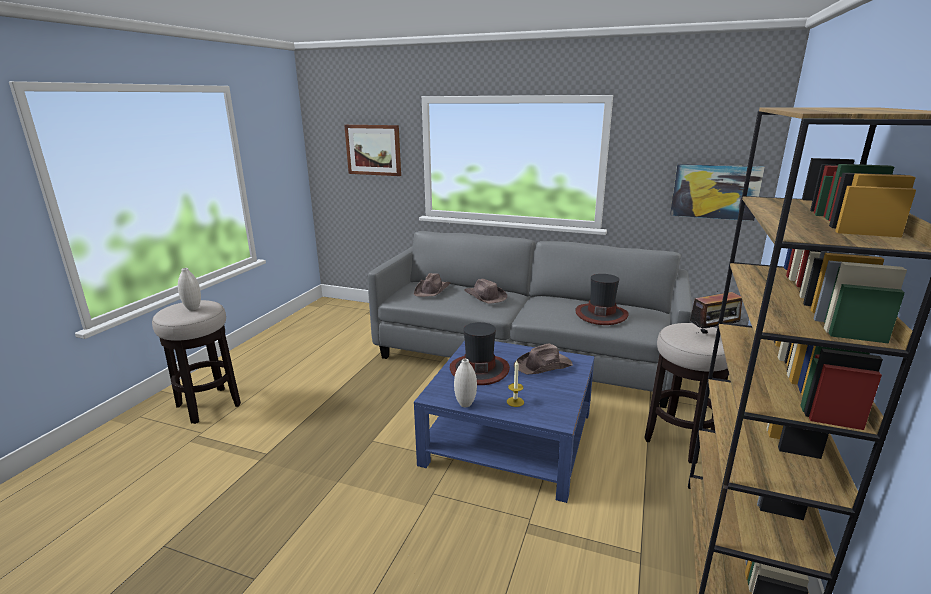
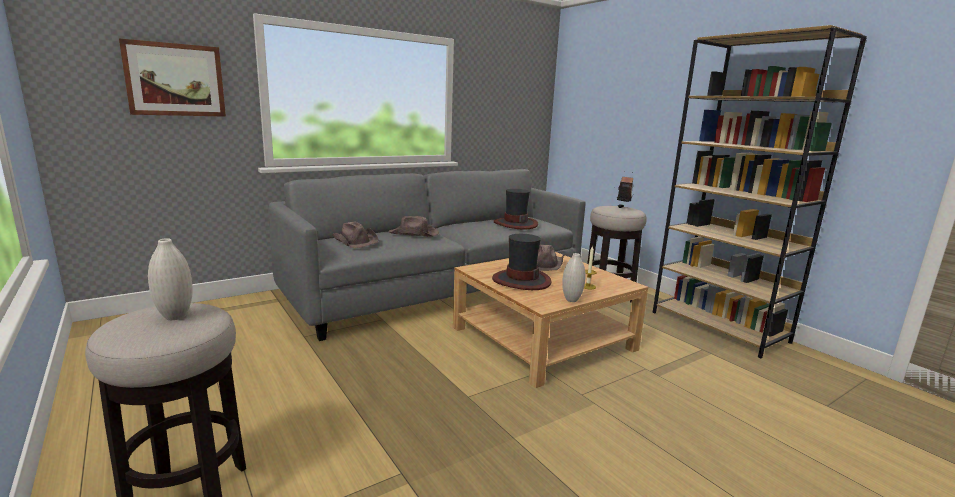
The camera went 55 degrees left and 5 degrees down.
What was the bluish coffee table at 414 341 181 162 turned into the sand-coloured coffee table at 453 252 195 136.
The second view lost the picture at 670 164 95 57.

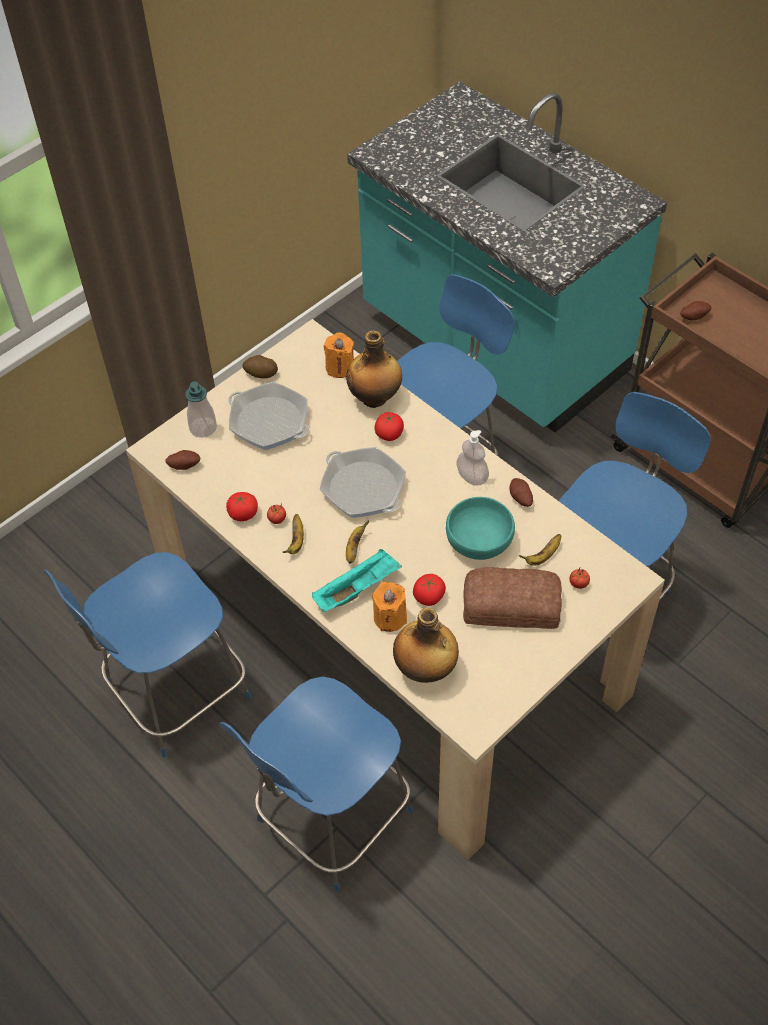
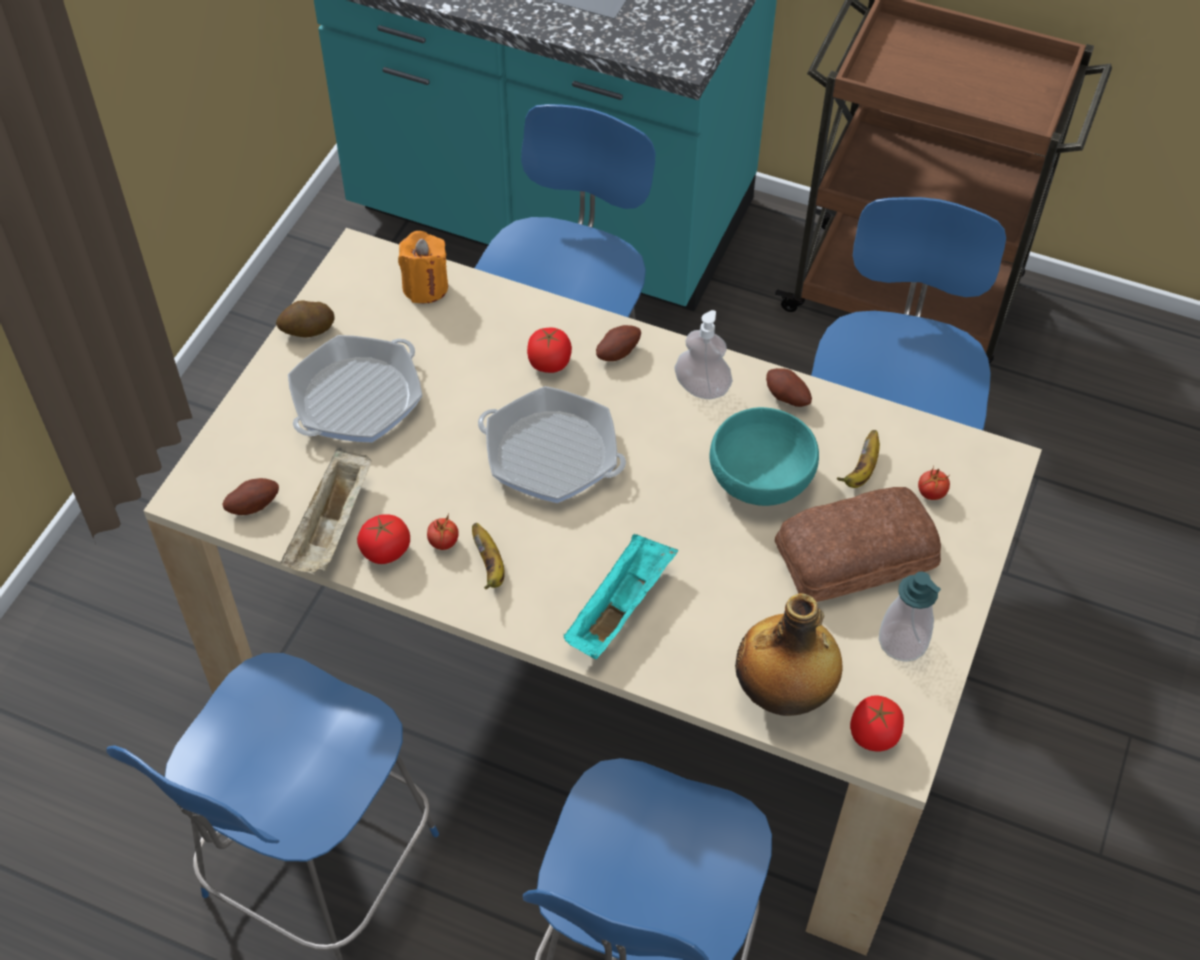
The camera went 25 degrees left and 0 degrees up.
The soap dispenser ended up elsewhere, having gone from 185 381 32 57 to 879 571 62 91.
The skillet at 228 382 81 68 ended up facing another way, 60 degrees counterclockwise from before.
The second view lost the beverage bottle at 346 331 56 77.
The second view lost the banana fruit at 346 520 23 44.
The second view lost the orange-coloured wax candle at 372 582 35 50.
The tomato ended up elsewhere, having gone from 413 574 33 32 to 850 695 54 56.
The whole potato ended up elsewhere, having gone from 681 301 31 19 to 596 325 45 36.
The second view gained the sand-coloured serving tray at 281 448 90 124.

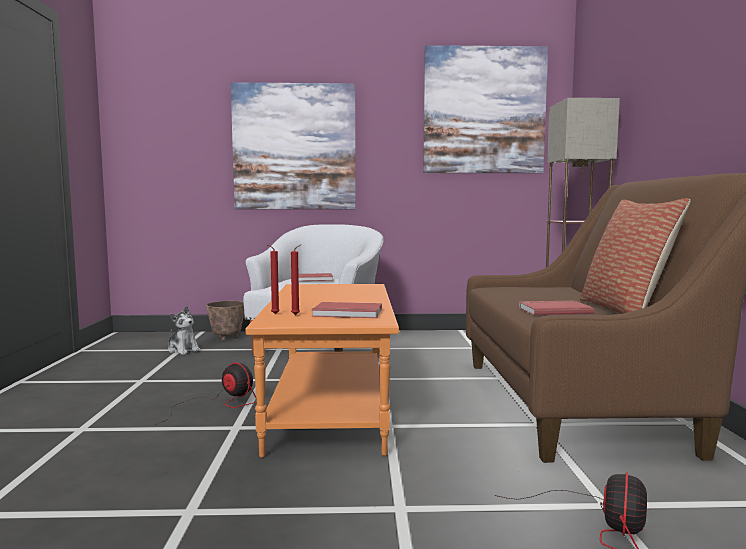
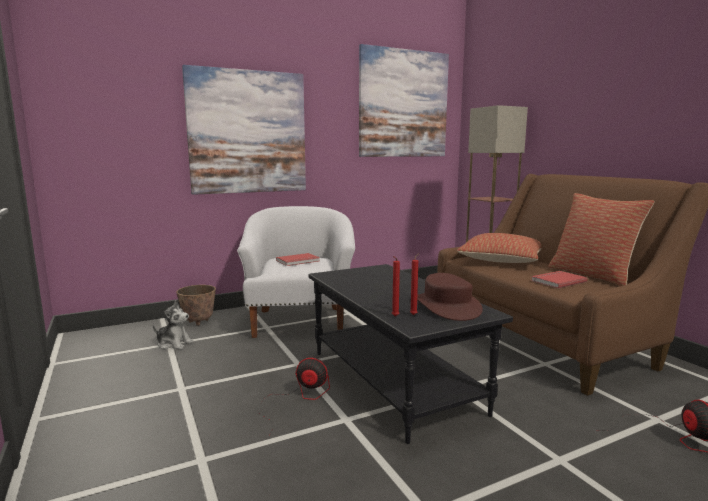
The camera went 25 degrees left and 5 degrees up.
What was the orange-coloured coffee table at 246 284 153 174 turned into the black coffee table at 309 264 204 180.
Where the reddish book stood at 312 302 70 16, the brownish hat came to stand at 417 273 66 48.
The second view gained the throw pillow at 457 233 85 30.

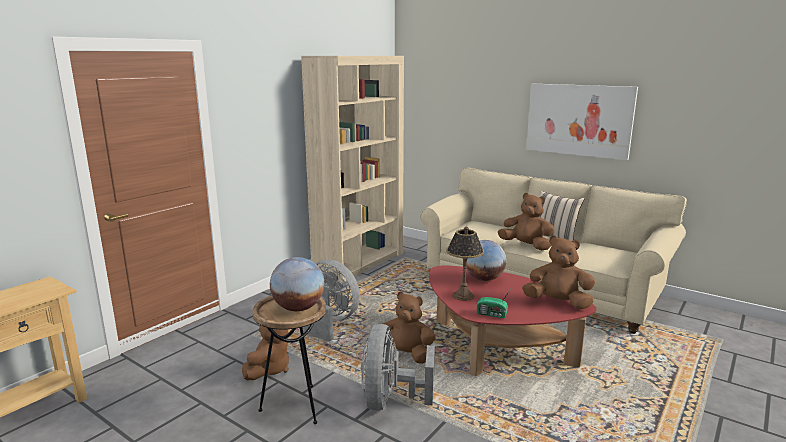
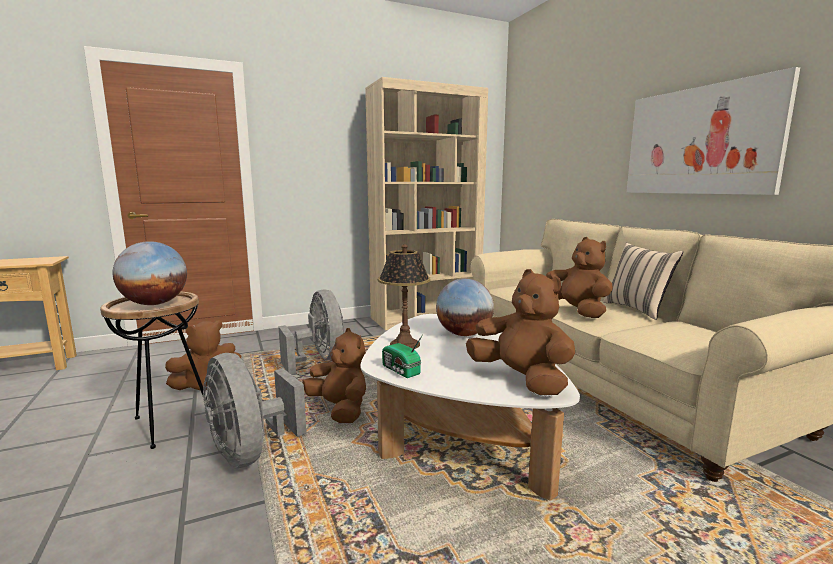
The camera went 30 degrees right and 5 degrees down.
The grey fan at 361 324 74 87 ended up facing another way, 75 degrees counterclockwise from before.
What was the reddish coffee table at 429 265 167 111 turned into the whitish coffee table at 360 314 220 187.

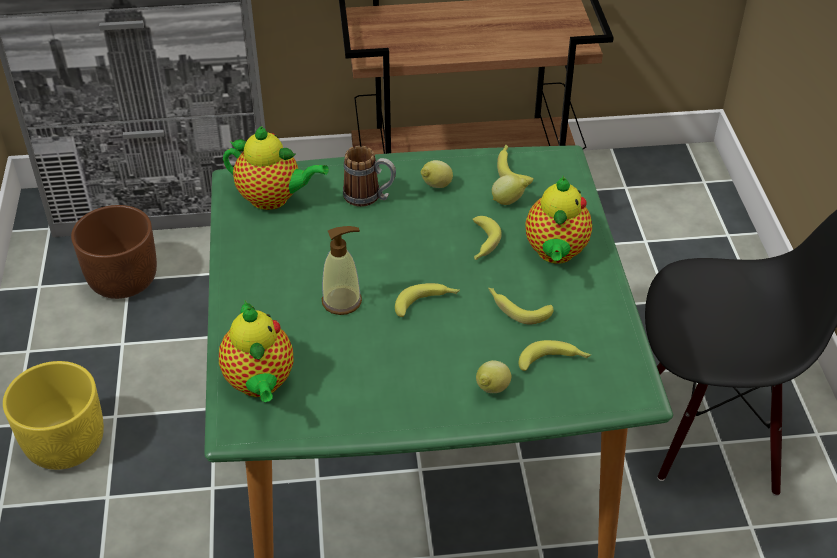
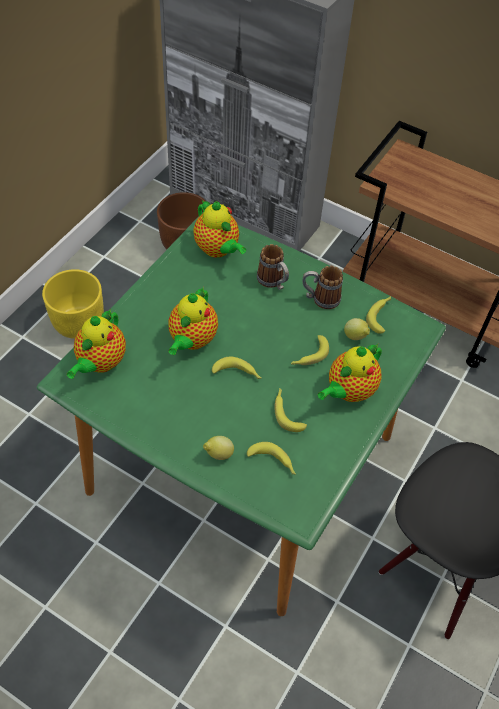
The camera went 35 degrees right and 10 degrees up.
Where the soap dispenser stood at 322 226 40 89, the pot for tea came to stand at 168 287 50 68.
Where the whole lemon stood at 421 160 32 28, the mug came to stand at 303 266 40 43.

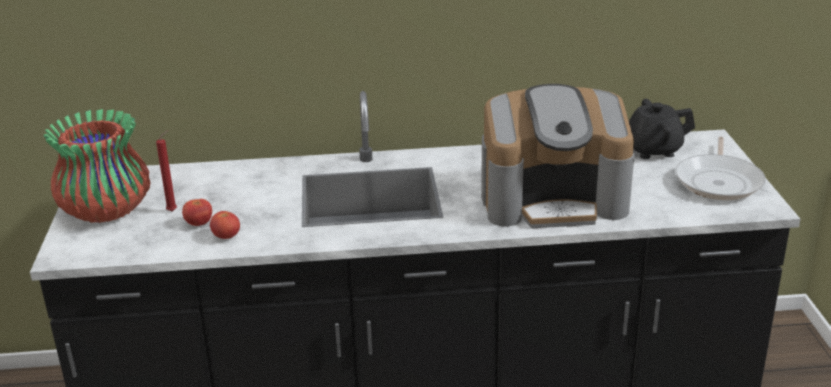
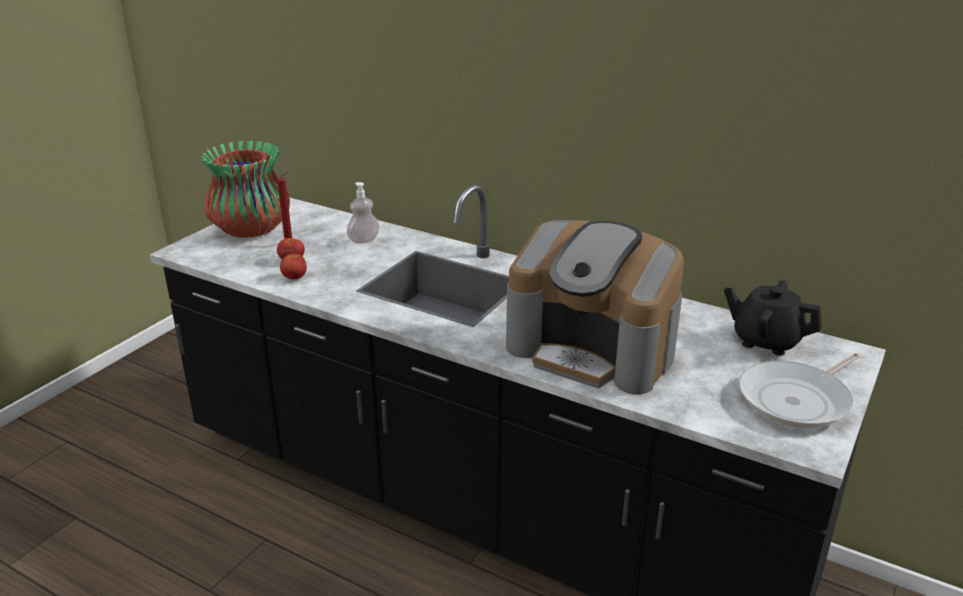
The camera went 35 degrees right and 0 degrees up.
The second view gained the soap dispenser at 347 182 33 62.

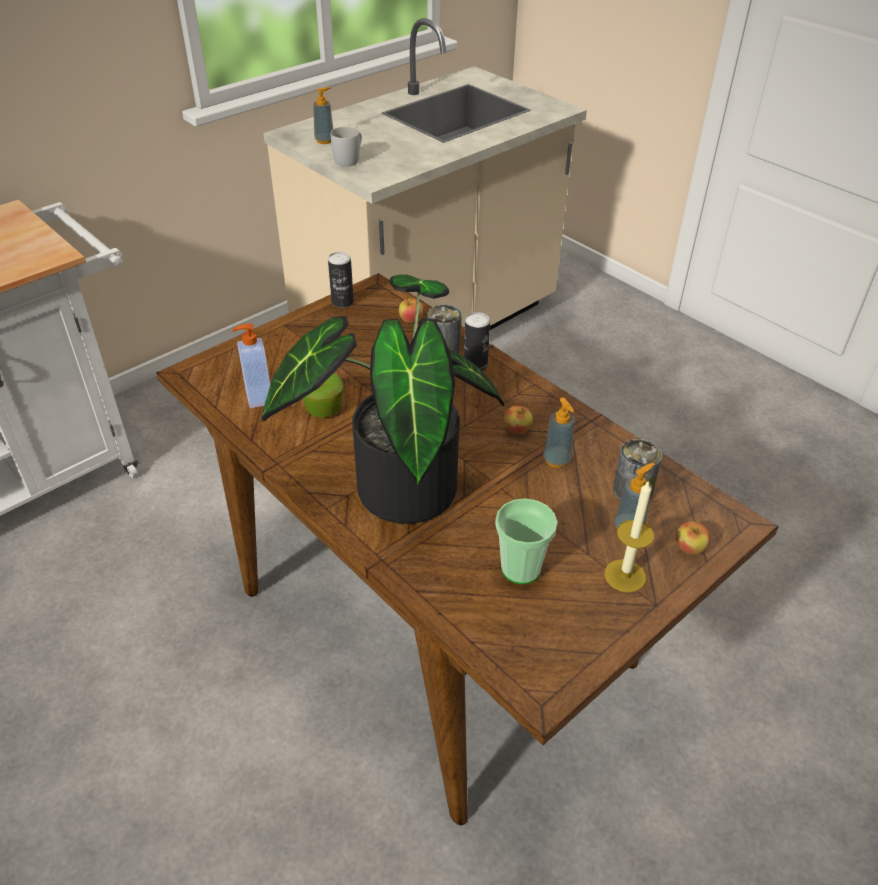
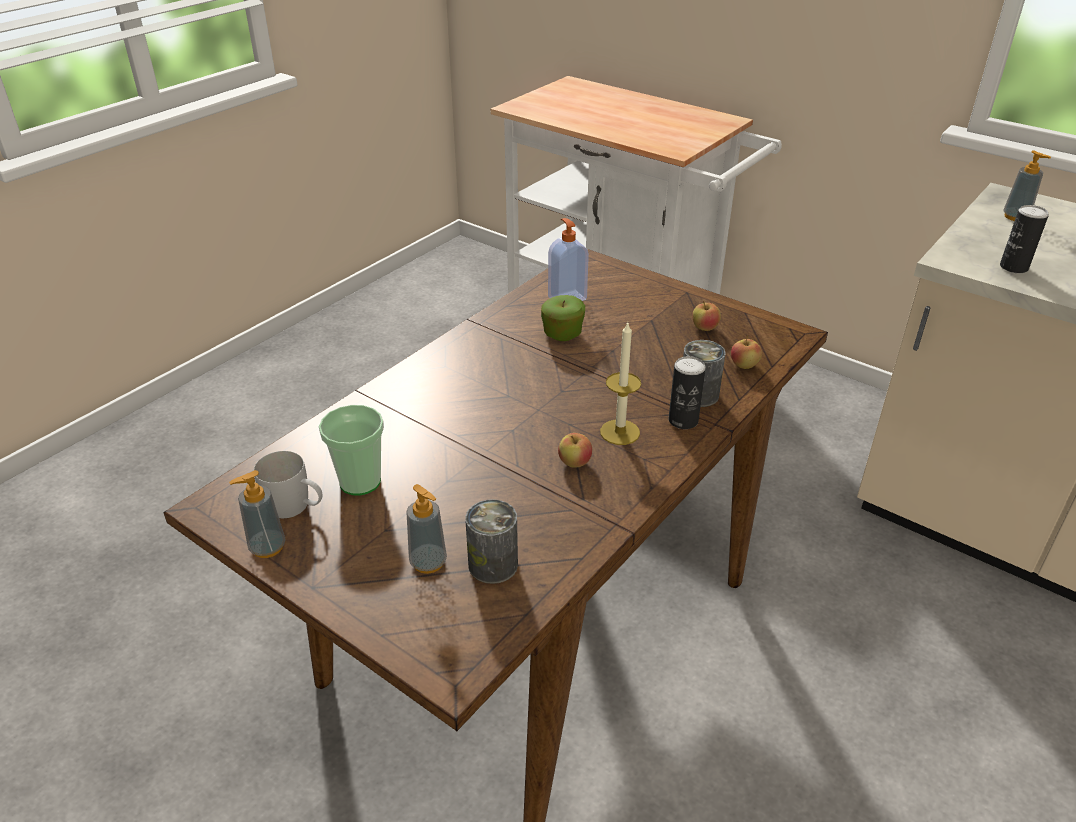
The camera went 80 degrees right and 5 degrees down.
The second view lost the houseplant at 261 275 243 249.
The metal can ended up elsewhere, having gone from 328 252 26 56 to 1000 205 49 68.
The whitish mug ended up elsewhere, having gone from 331 127 31 40 to 254 451 69 67.
The soap dispenser ended up elsewhere, having gone from 543 397 32 71 to 229 470 57 88.
The wax candle ended up elsewhere, having gone from 604 480 50 113 to 600 322 41 123.
The apple ended up elsewhere, having gone from 676 521 35 34 to 692 301 29 30.

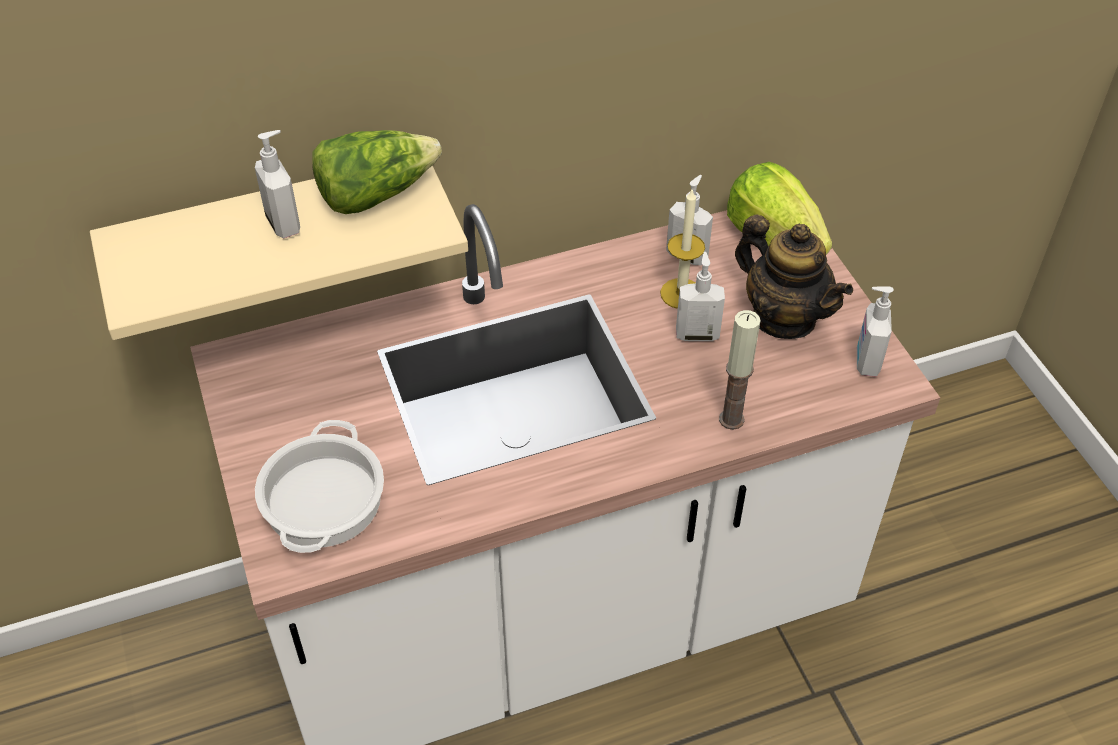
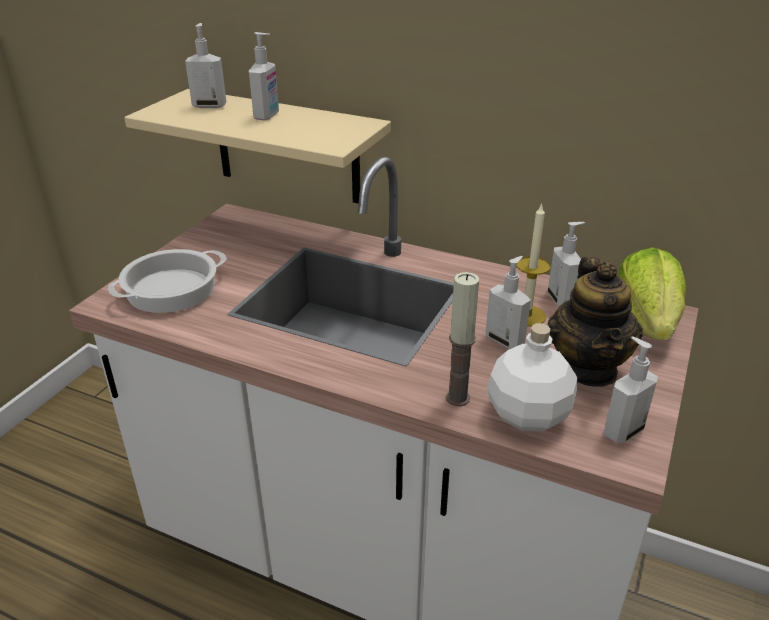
The camera went 45 degrees right and 15 degrees down.
The second view lost the lettuce at 312 130 130 84.
The second view gained the soap dispenser at 185 23 41 85.
The second view gained the whitish beverage bottle at 487 323 90 109.

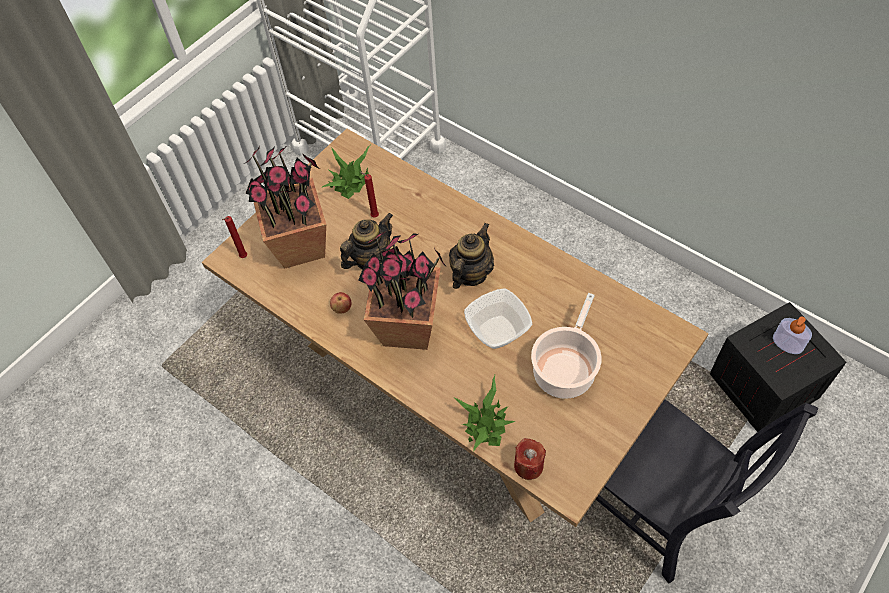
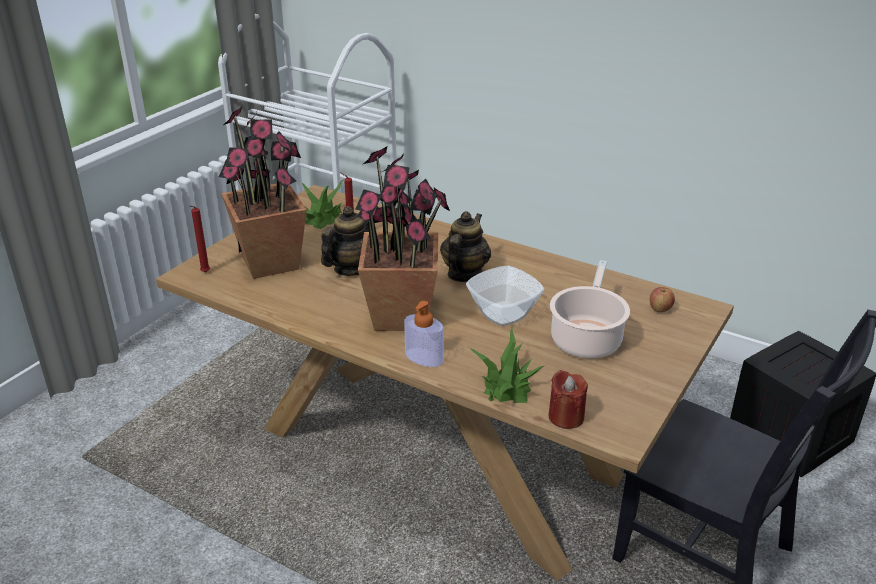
The camera went 10 degrees left and 25 degrees down.
The apple ended up elsewhere, having gone from 330 292 21 22 to 650 287 25 25.
The soap dispenser ended up elsewhere, having gone from 773 317 39 37 to 404 301 40 66.

